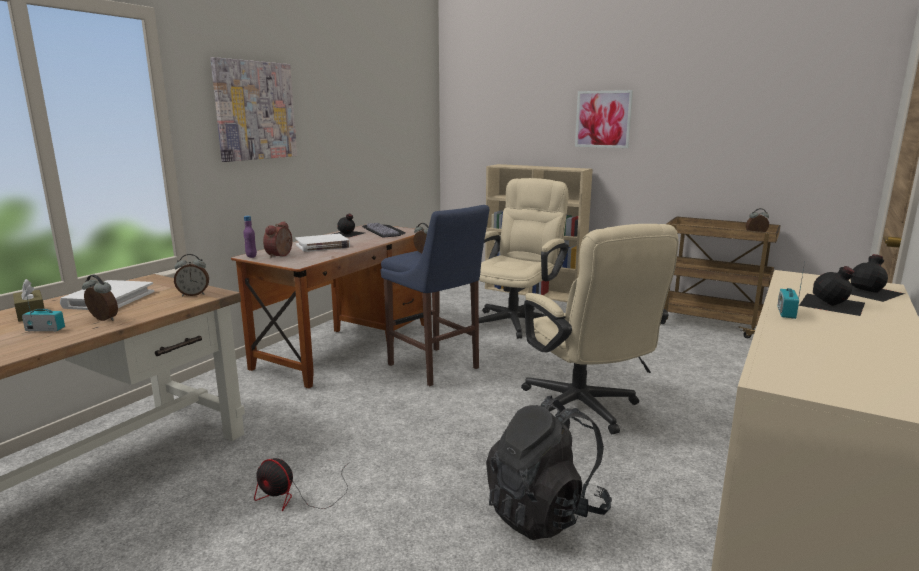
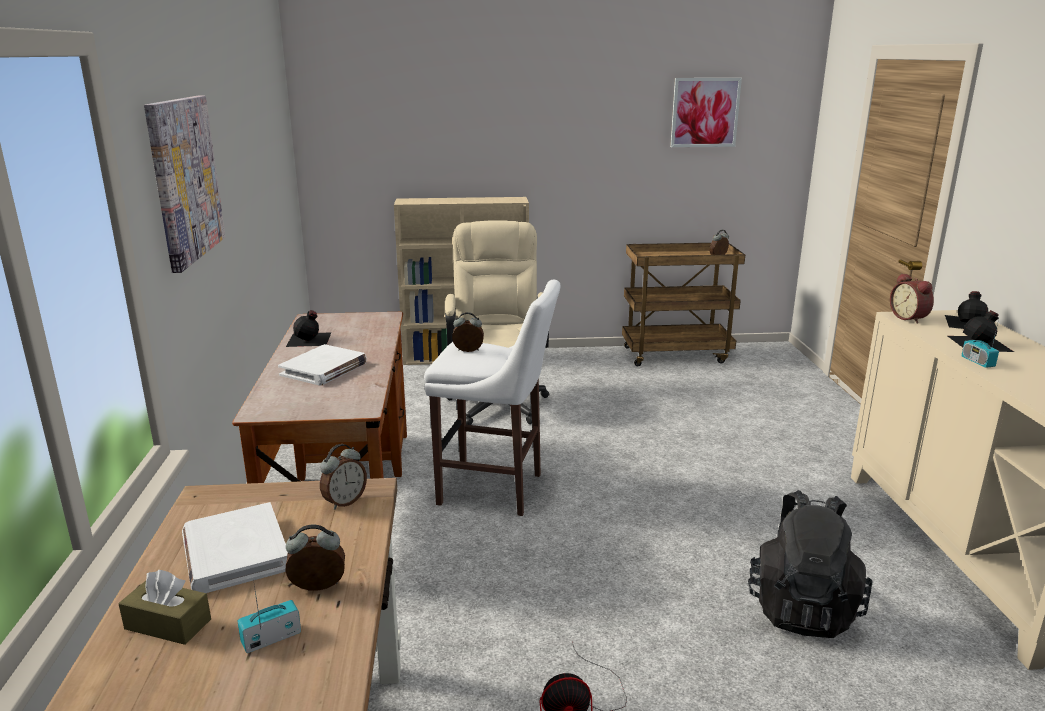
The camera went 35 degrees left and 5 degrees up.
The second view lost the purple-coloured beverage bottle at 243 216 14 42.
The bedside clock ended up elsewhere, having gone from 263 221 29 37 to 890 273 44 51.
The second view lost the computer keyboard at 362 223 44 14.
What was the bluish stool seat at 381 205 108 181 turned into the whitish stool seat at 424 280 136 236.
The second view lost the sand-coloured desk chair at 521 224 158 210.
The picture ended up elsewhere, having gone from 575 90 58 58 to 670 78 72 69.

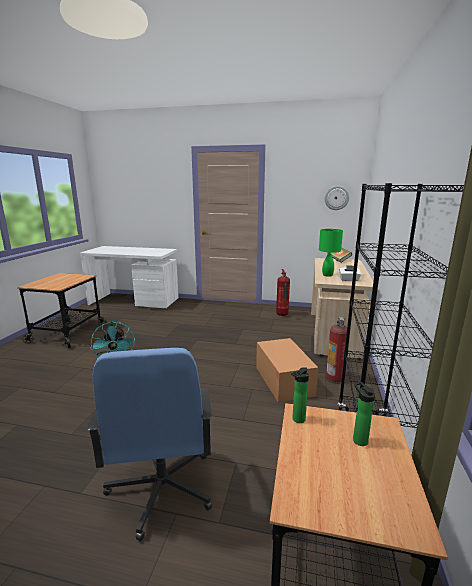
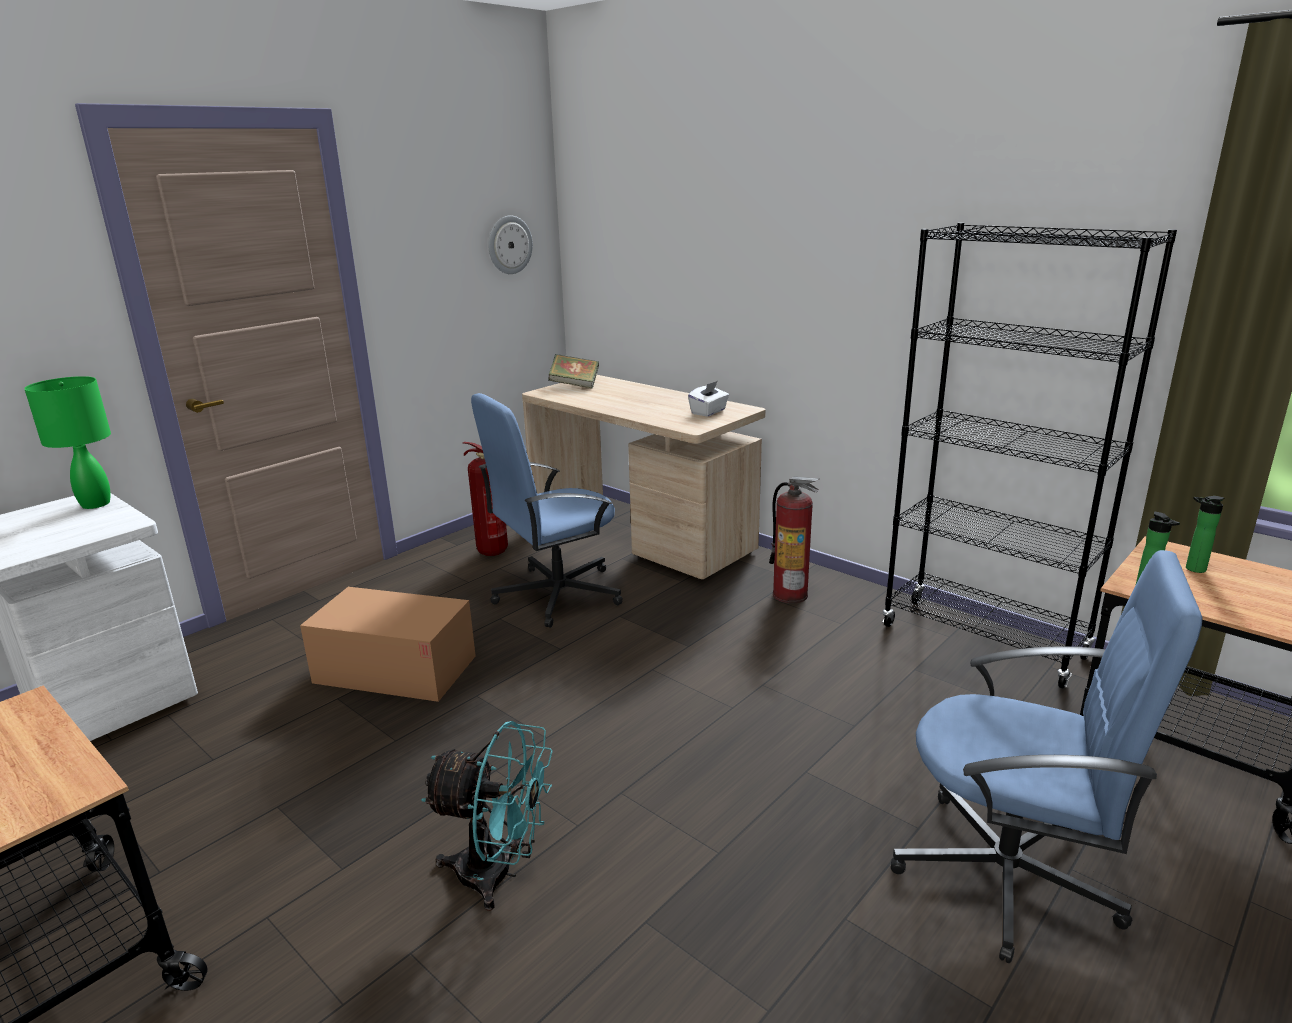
The camera went 60 degrees left and 5 degrees up.
The packing box ended up elsewhere, having gone from 256 338 62 64 to 300 587 176 115.
The greenish lamp for a table ended up elsewhere, having gone from 319 229 24 48 to 24 376 87 133.
The second view gained the bluish desk chair at 471 393 152 235.

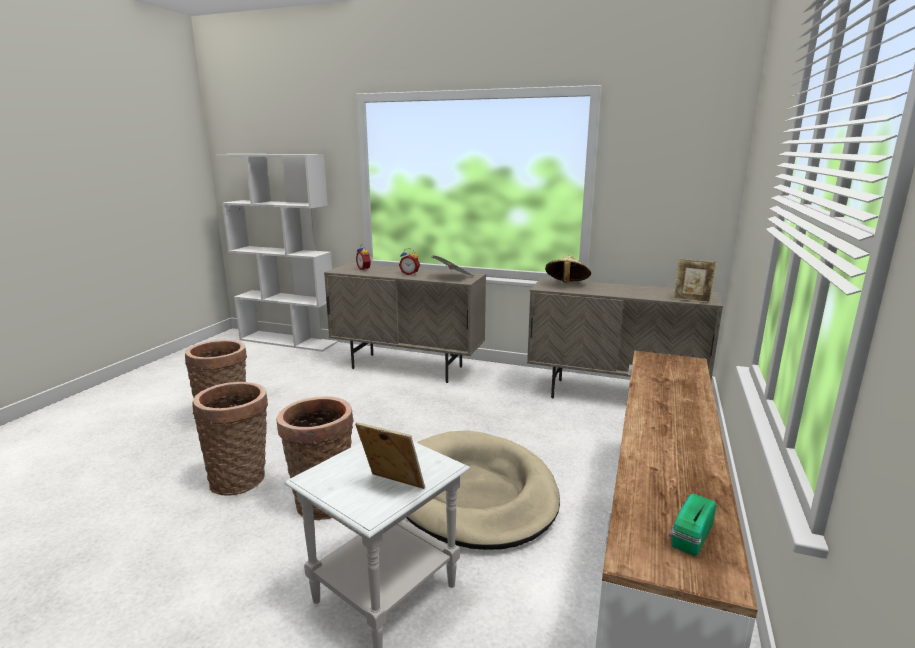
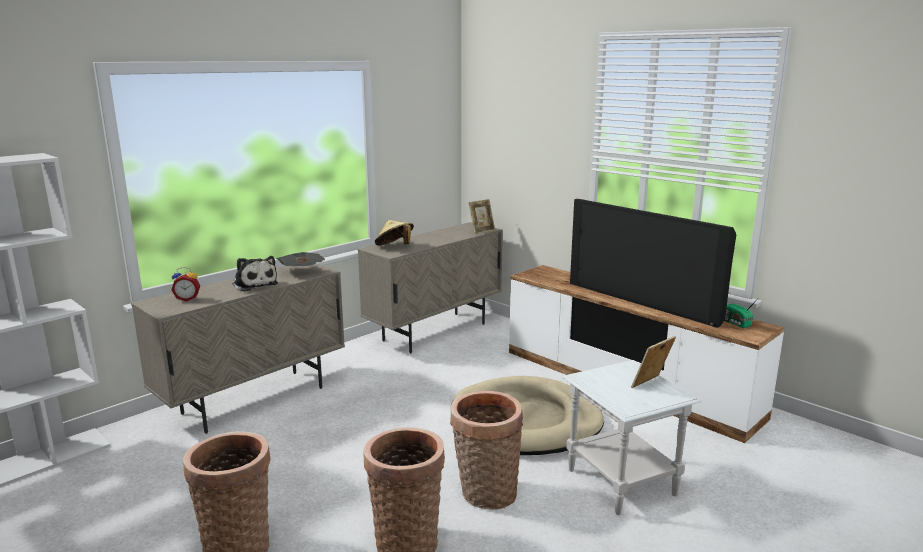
The camera went 65 degrees left and 0 degrees up.
Where the bedside clock stood at 399 248 21 27, the soft toy came to stand at 232 256 46 36.
The second view gained the TV at 570 199 166 129.

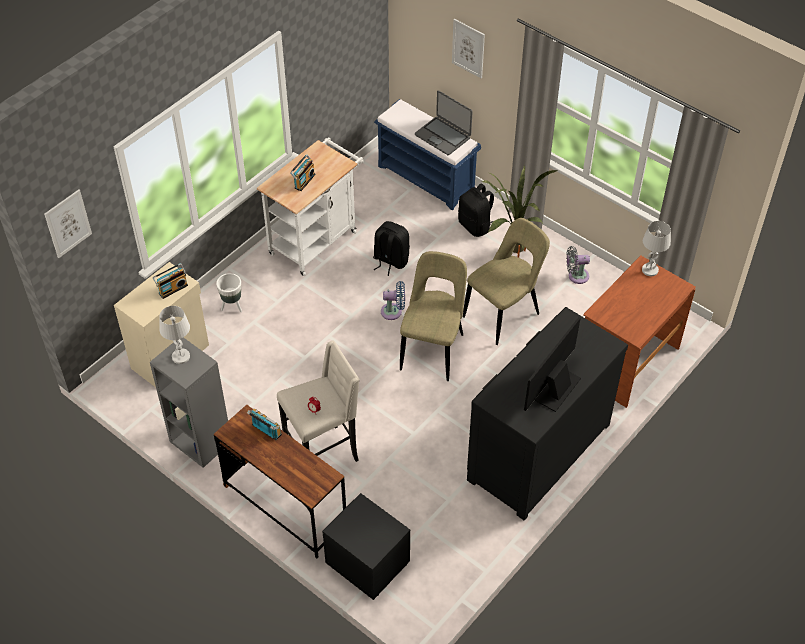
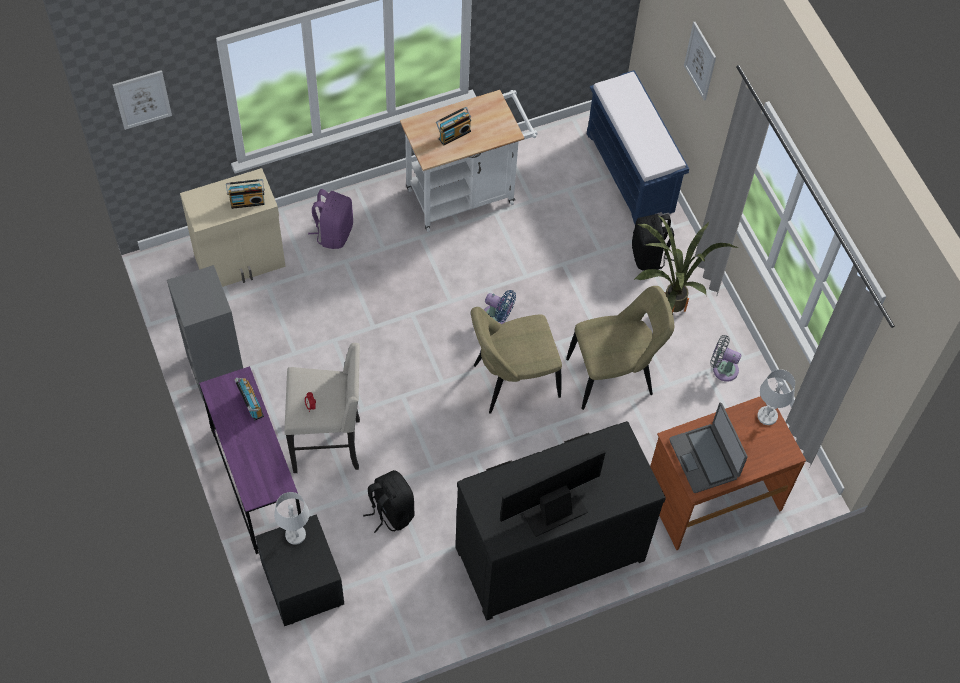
The camera went 25 degrees right and 10 degrees up.
The whitish lamp for a table ended up elsewhere, having gone from 159 306 31 58 to 274 492 35 53.
What was the brownish desk unit at 214 405 132 153 turned into the purple-coloured desk unit at 199 366 102 188.
Where the whitish flower pot stood at 216 273 26 39, the purple-coloured knapsack came to stand at 308 189 45 60.
The black knapsack ended up elsewhere, having gone from 373 221 37 55 to 363 470 52 63.
The sand-coloured upright chair at 400 251 67 130 ended up facing another way, 150 degrees counterclockwise from before.
The notebook computer ended up elsewhere, having gone from 415 90 58 65 to 669 402 79 91.

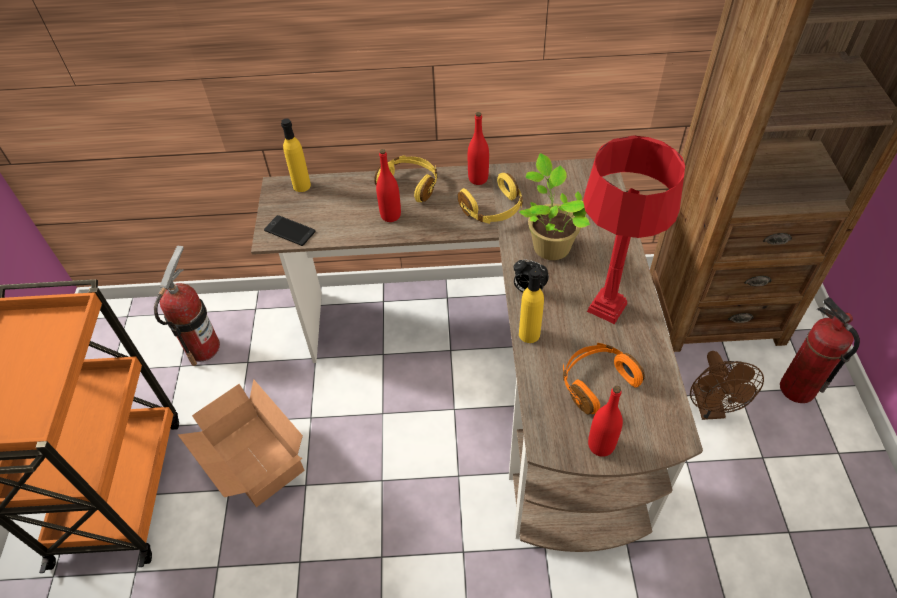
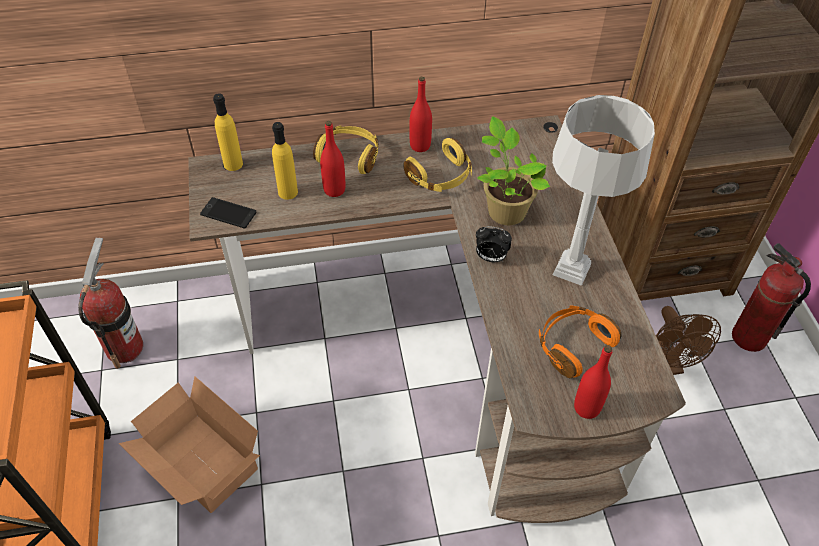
The camera went 10 degrees left and 0 degrees up.
The yellowish beverage bottle ended up elsewhere, having gone from 519 268 25 75 to 272 122 26 78.
What was the reddish lamp for a table at 583 136 102 188 turned into the grey lamp for a table at 552 95 103 191.

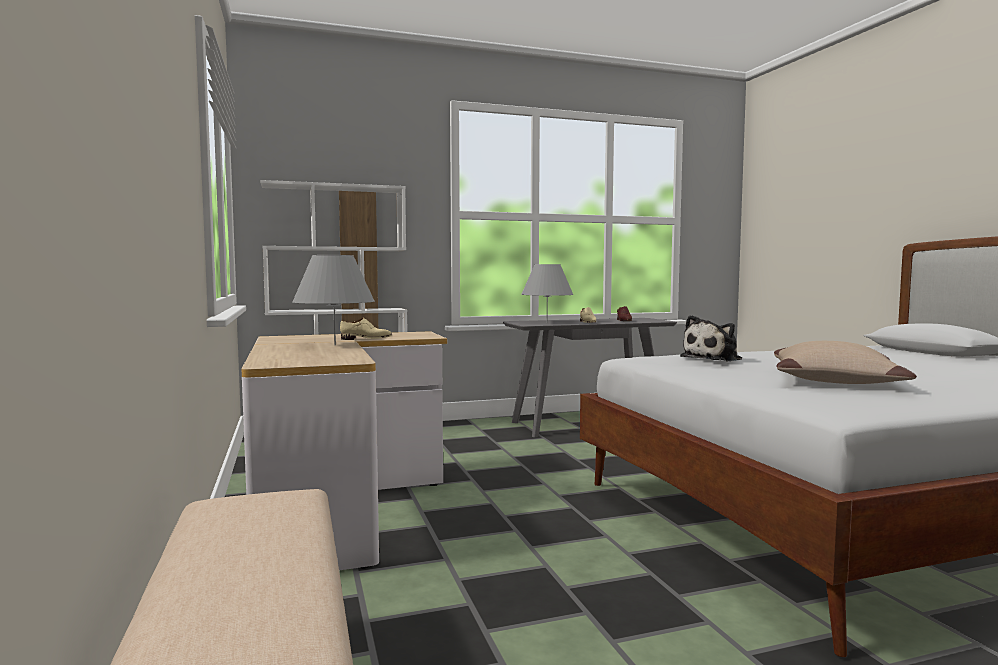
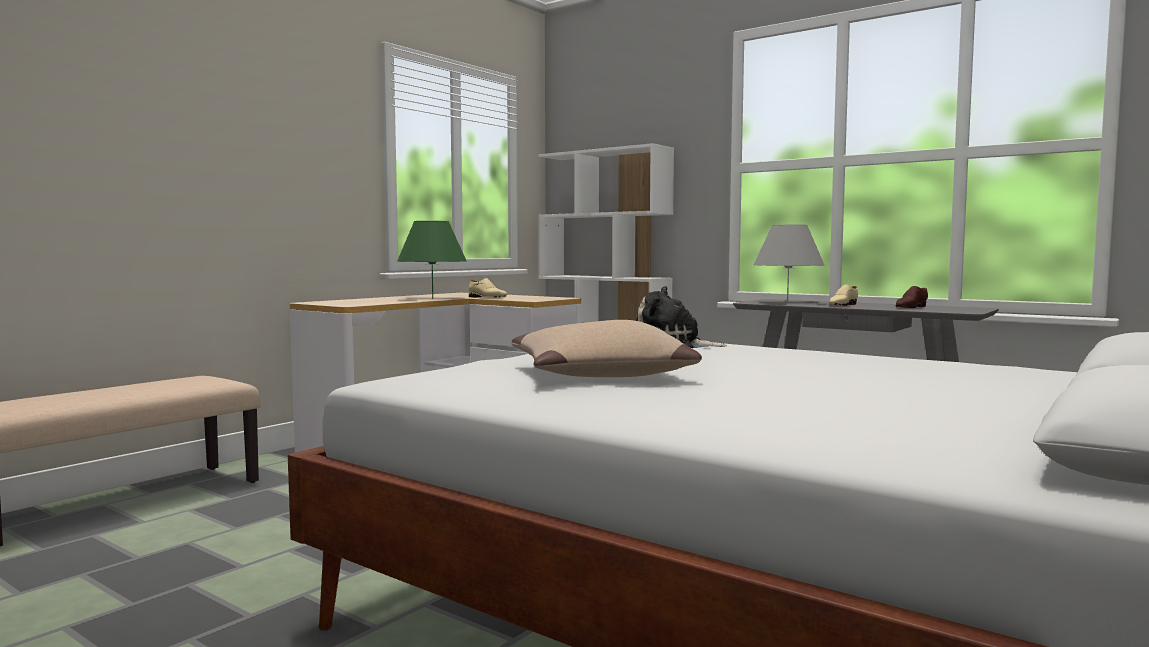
The camera went 55 degrees right and 0 degrees up.
What was the grey lamp for a table at 292 255 83 90 turned into the greenish lamp for a table at 397 221 69 78.

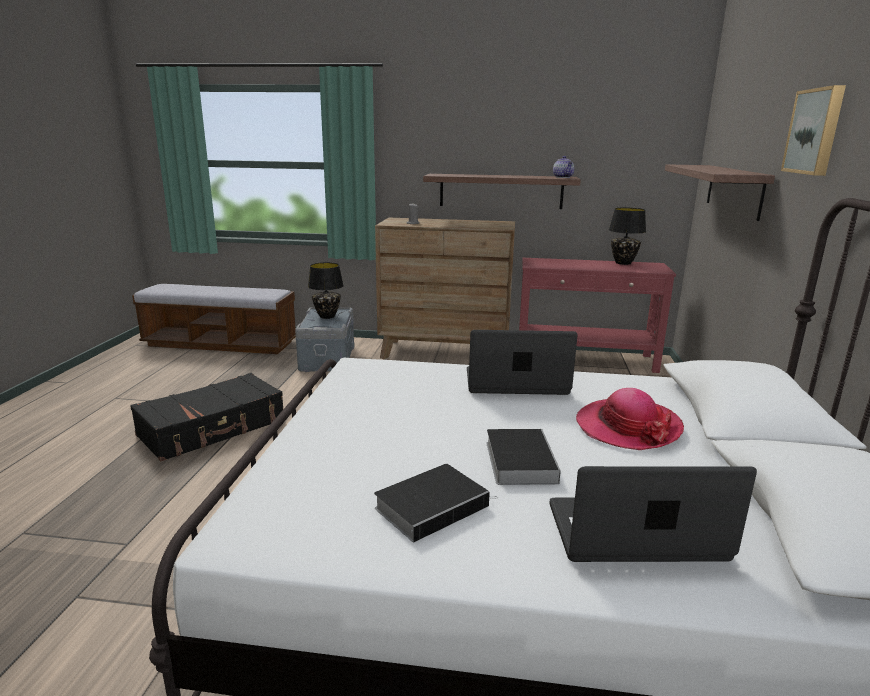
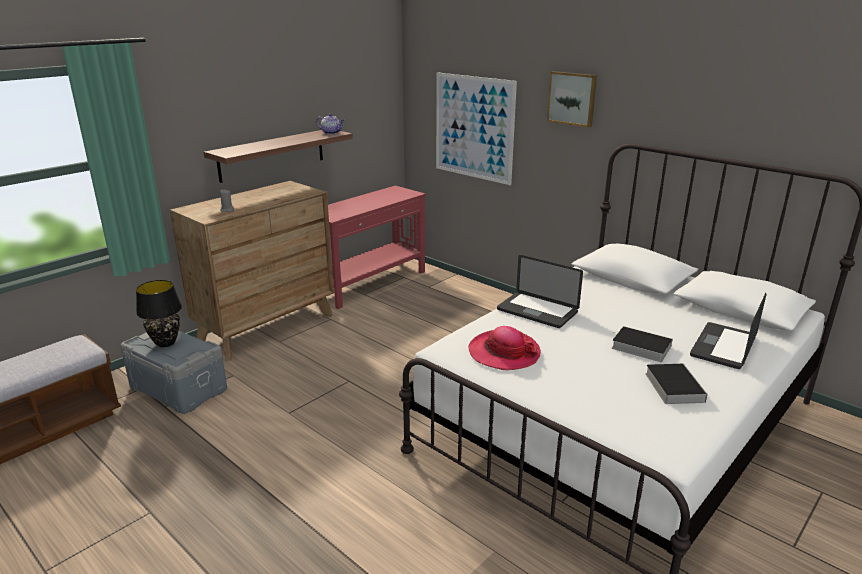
The camera went 55 degrees left and 5 degrees up.
The second view lost the black suitcase at 130 373 153 88.
The notebook computer at 467 330 111 65 ended up facing another way, 90 degrees counterclockwise from before.
The hat ended up elsewhere, having gone from 576 388 108 62 to 469 326 72 44.
The second view lost the black lamp for a table at 609 208 37 57.
Where the wall shelf hung at 665 164 110 57, the picture came to hang at 436 72 81 113.

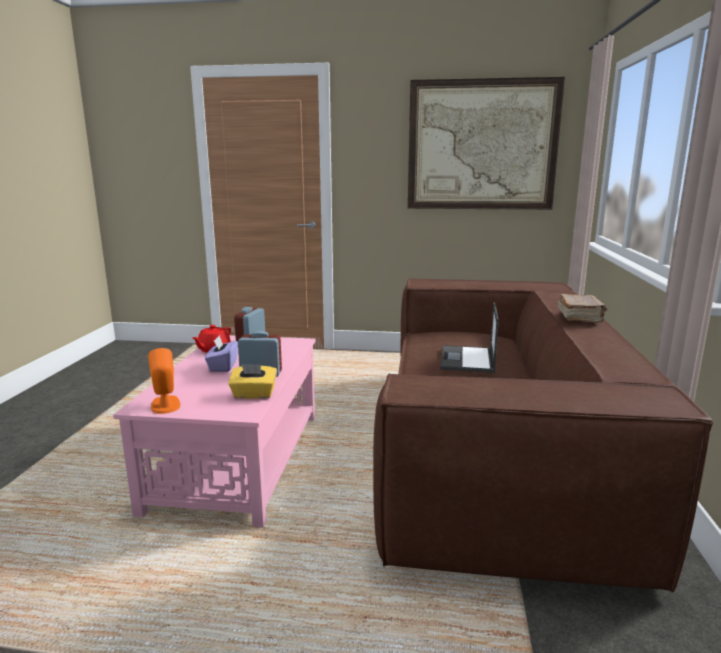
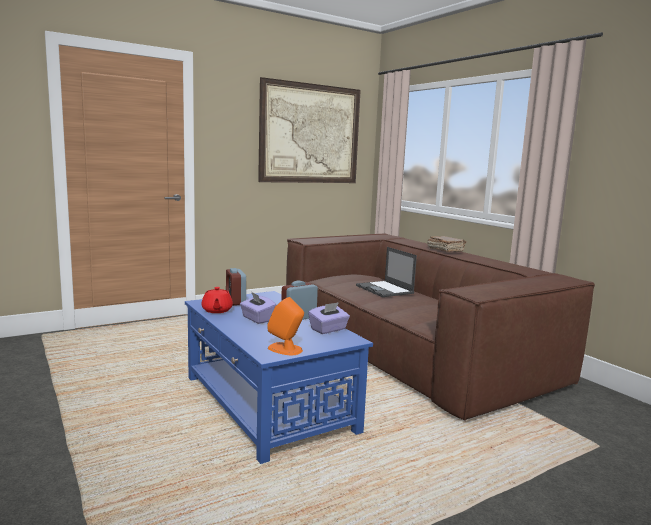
The camera went 40 degrees left and 5 degrees down.
What was the pink-coloured coffee table at 113 335 203 192 turned into the bluish coffee table at 185 291 188 173.
What was the yellowish box of tissues at 228 364 49 35 turned into the purple-coloured box of tissues at 308 302 42 32.

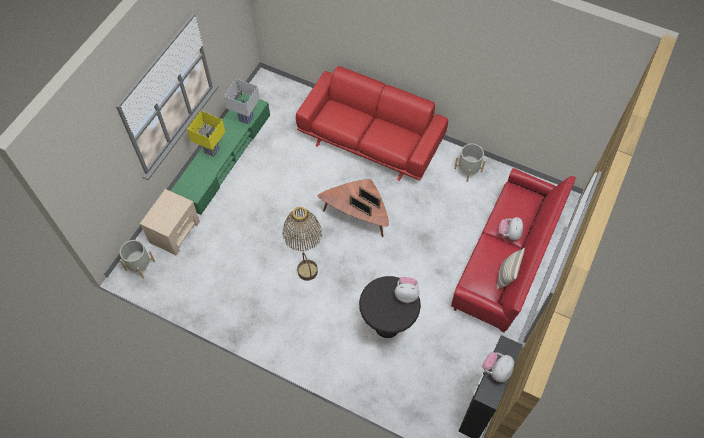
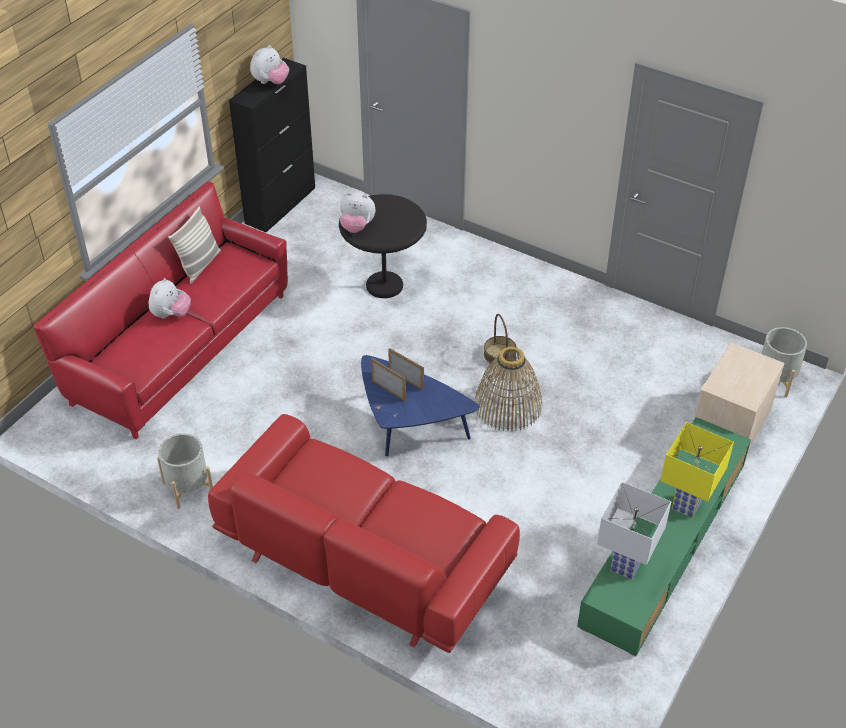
The camera went 175 degrees left and 15 degrees down.
What was the brownish coffee table at 318 179 71 58 turned into the bluish coffee table at 361 355 119 101.

